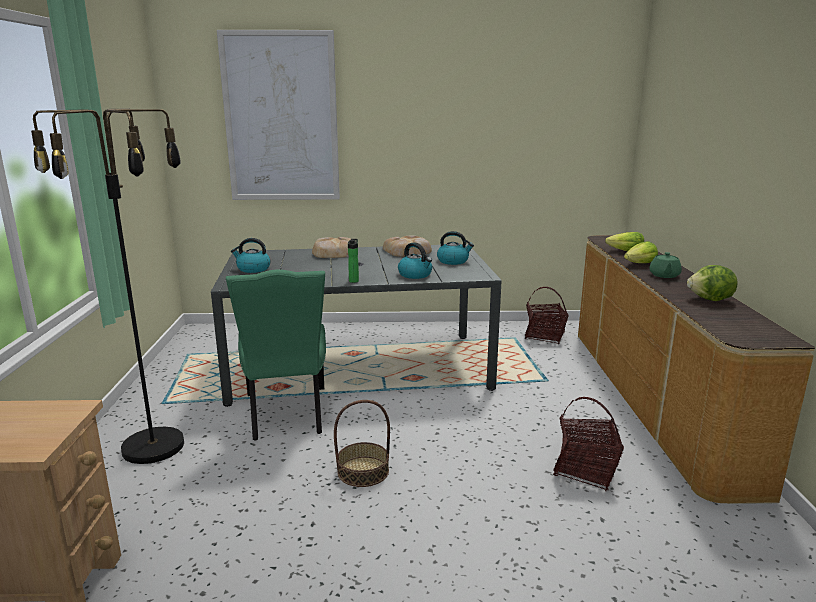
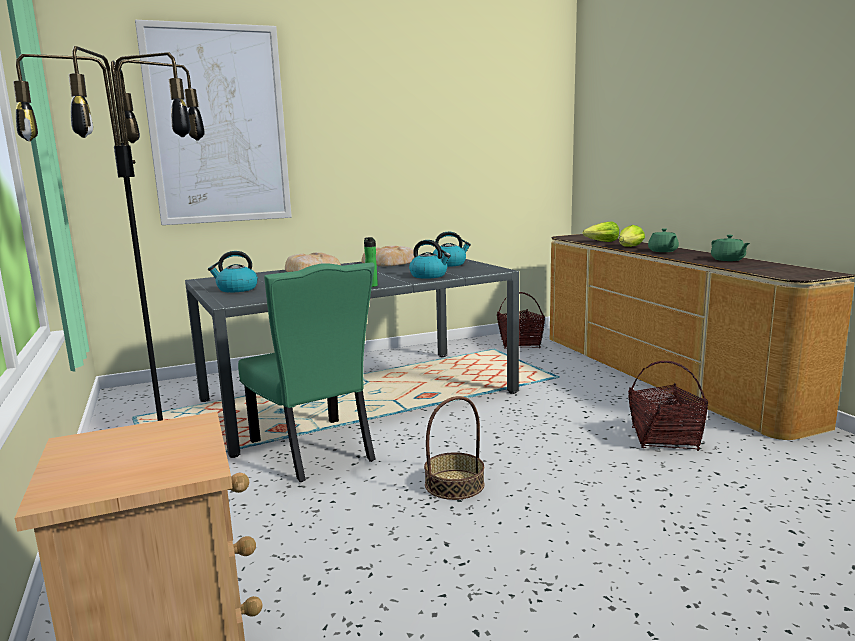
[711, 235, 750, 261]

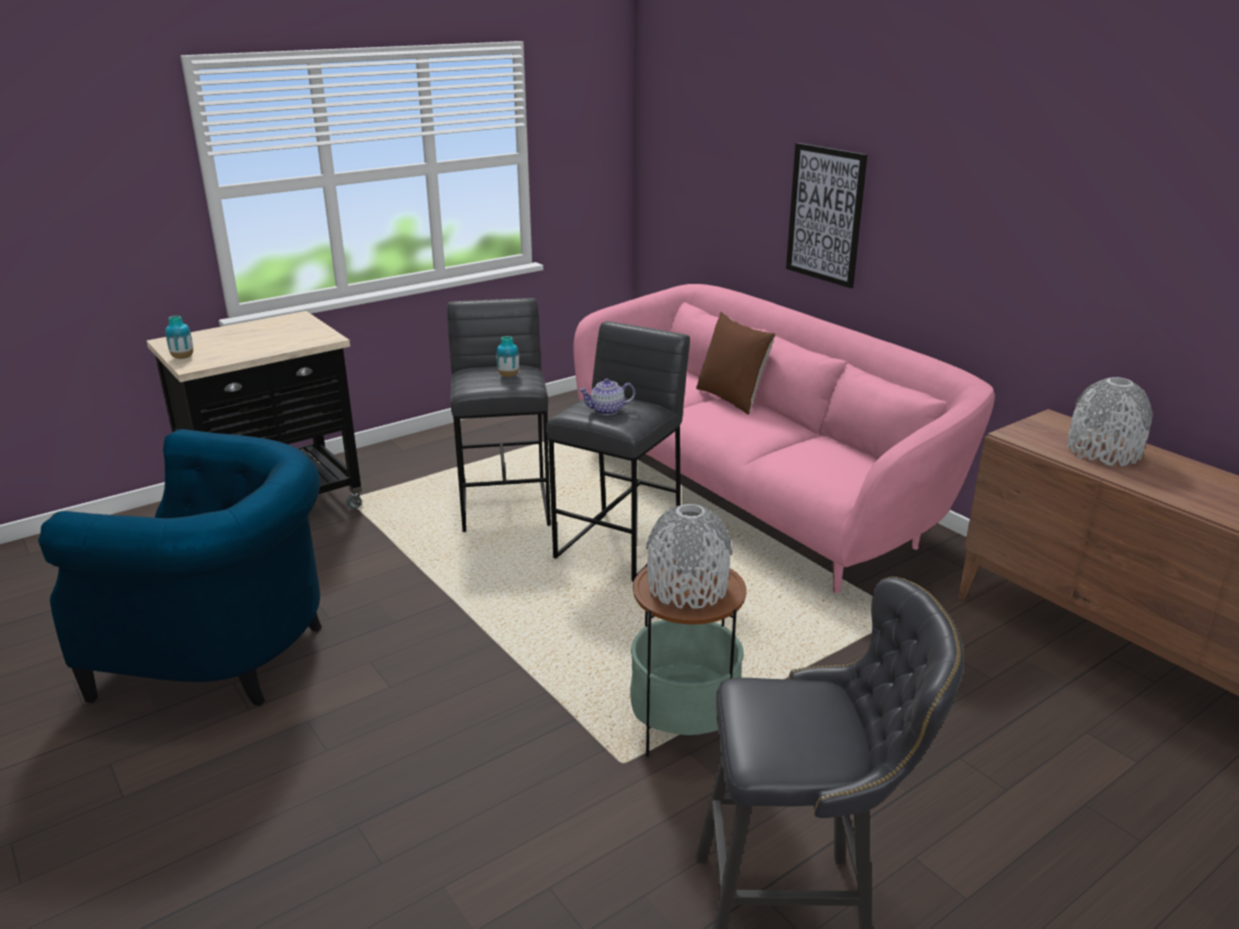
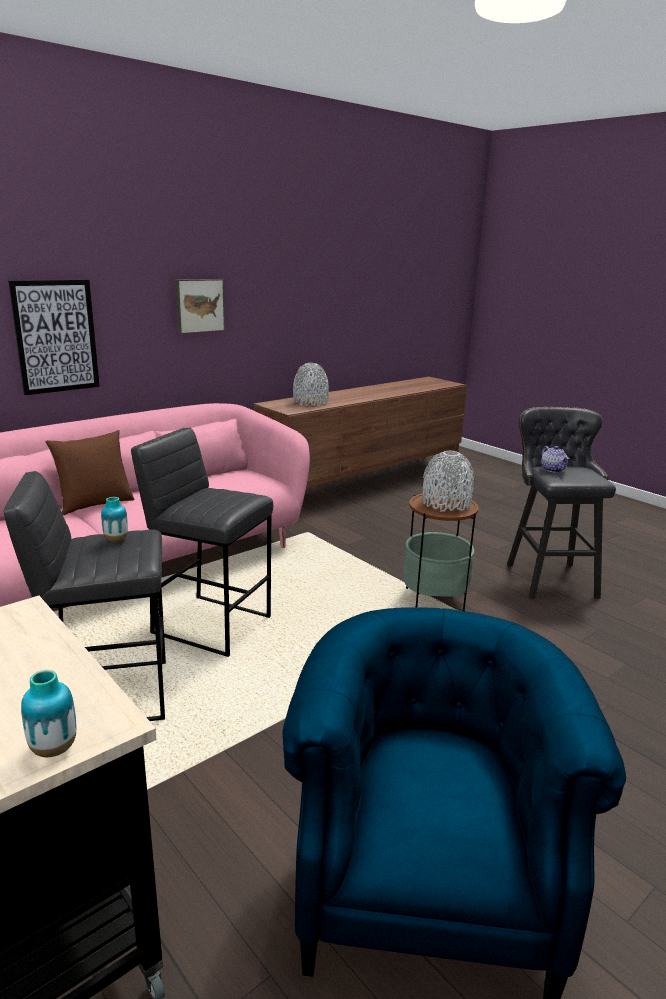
[541, 446, 569, 472]
[175, 279, 225, 334]

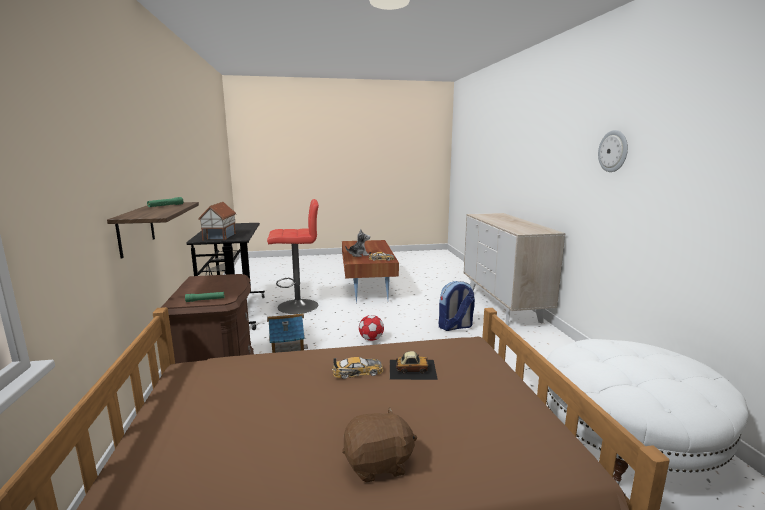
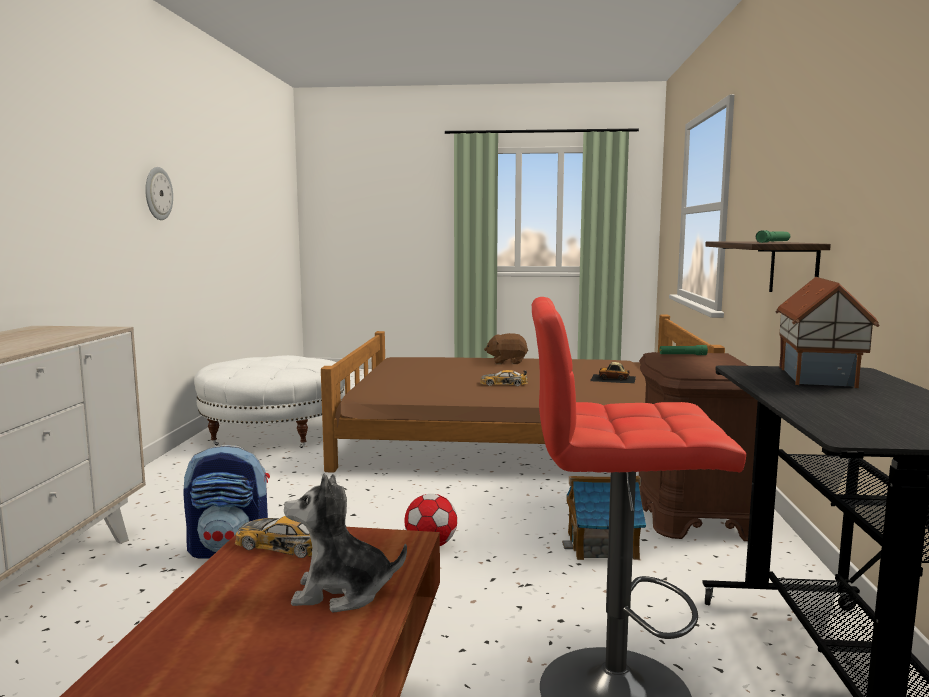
[590, 362, 636, 384]
[145, 167, 173, 220]

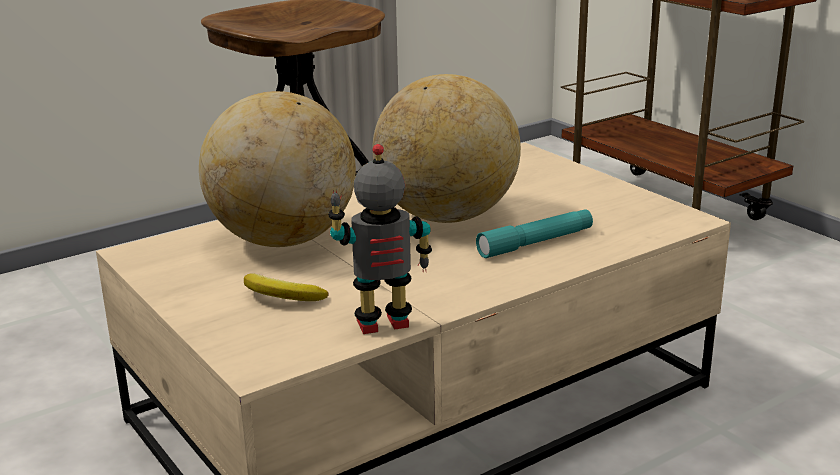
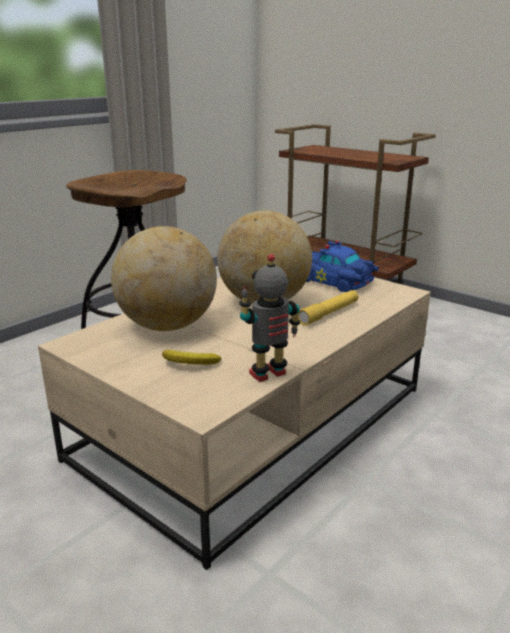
[298, 290, 359, 326]
[306, 240, 379, 292]

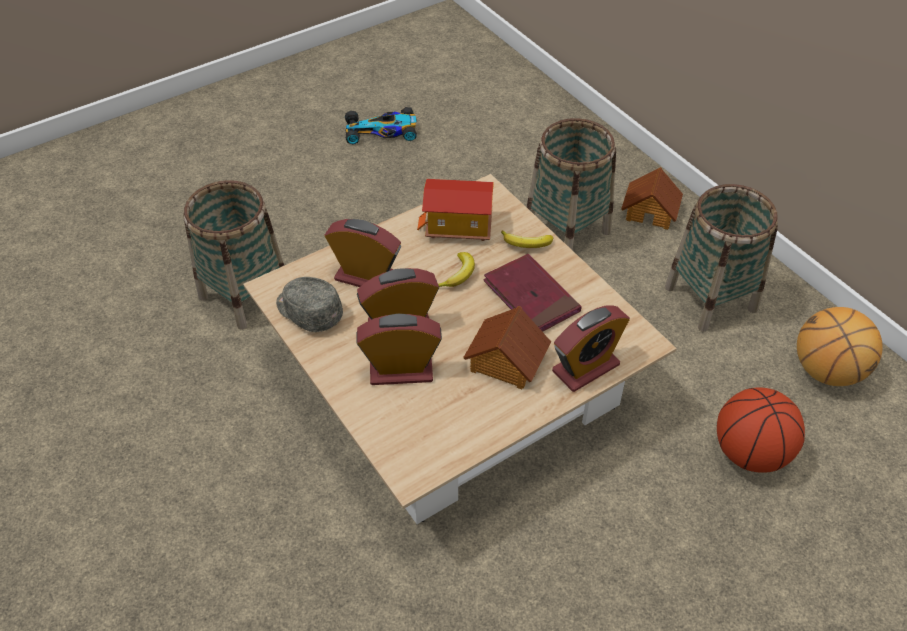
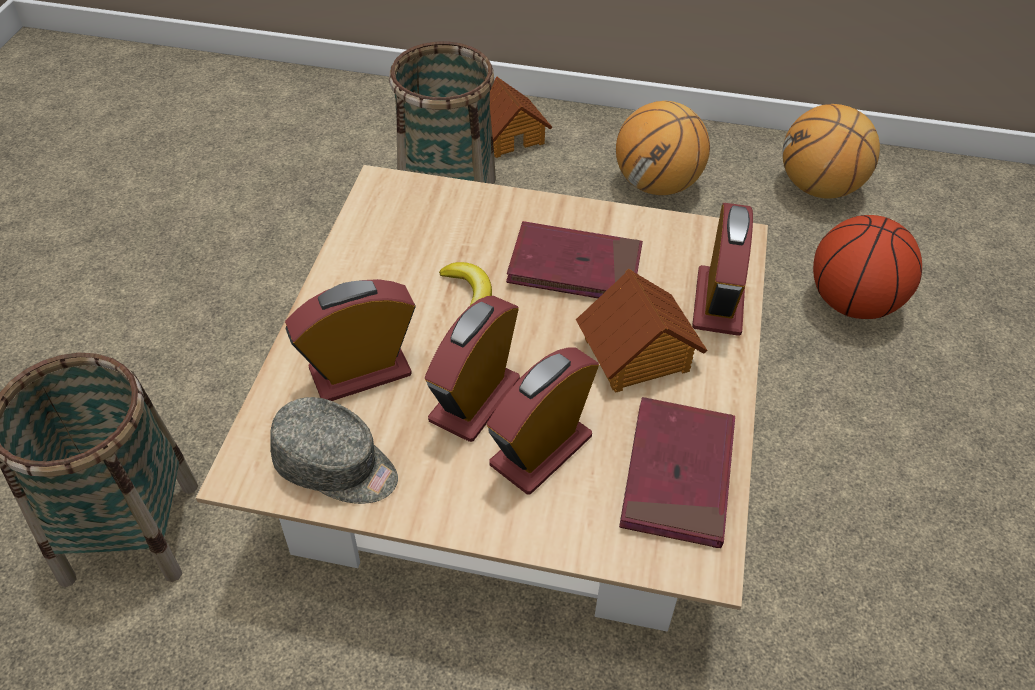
[270, 397, 398, 504]
[345, 107, 417, 144] (first image)
[417, 179, 494, 241] (first image)
[501, 230, 553, 248] (first image)
[616, 101, 710, 195]
[619, 397, 735, 548]

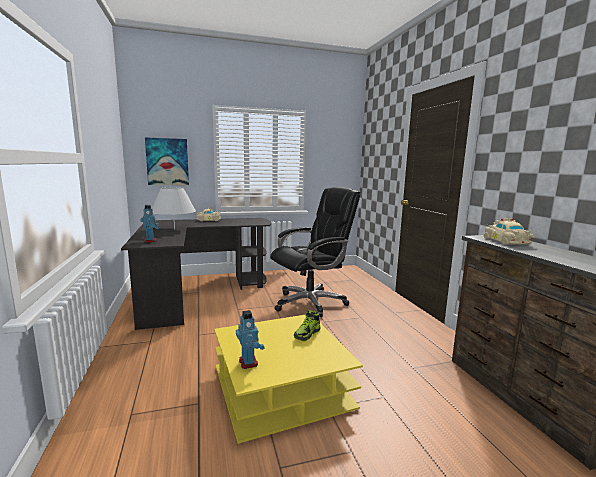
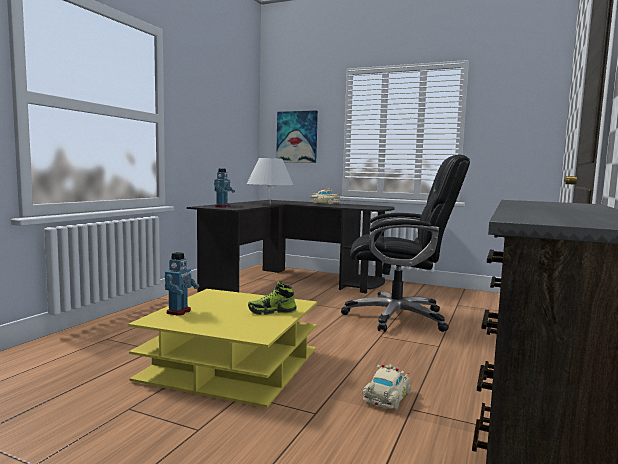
[362, 364, 411, 409]

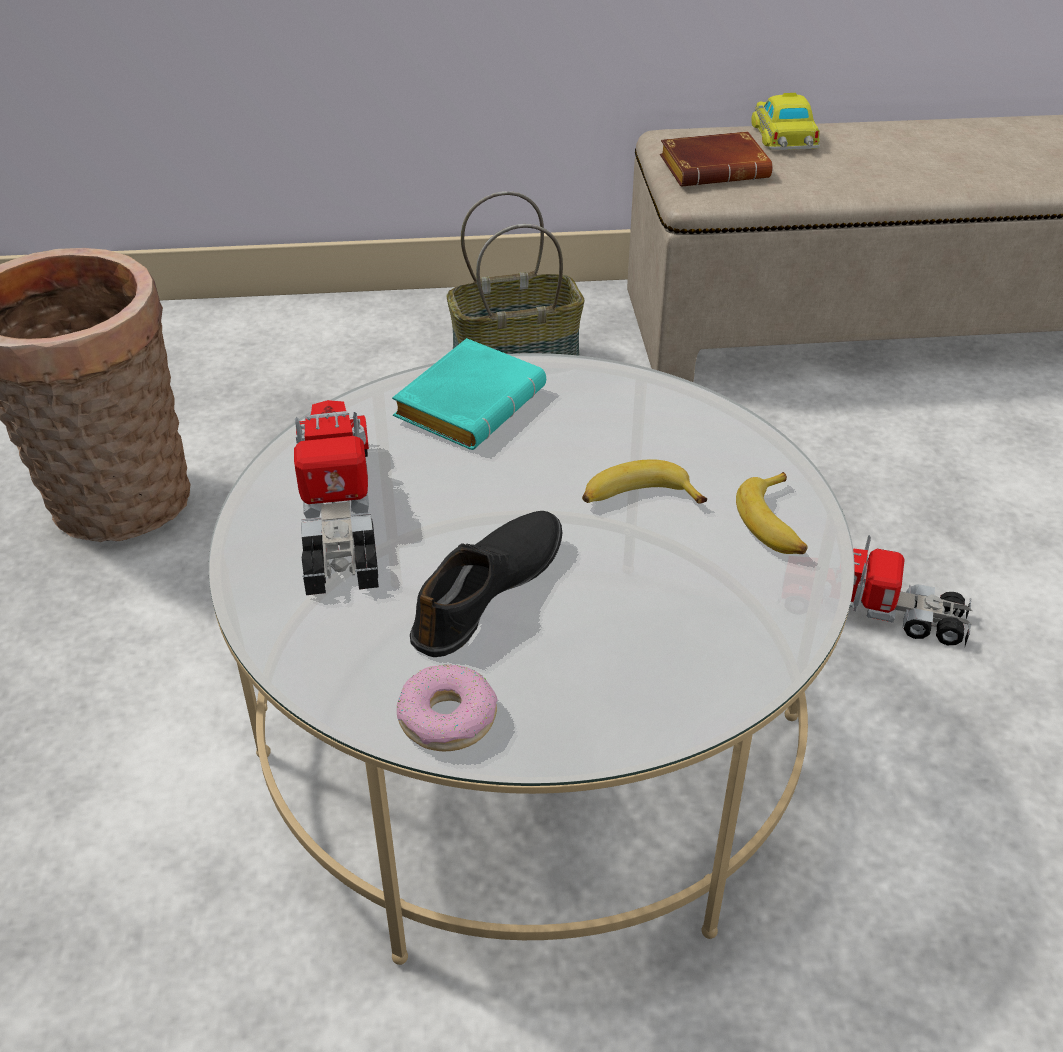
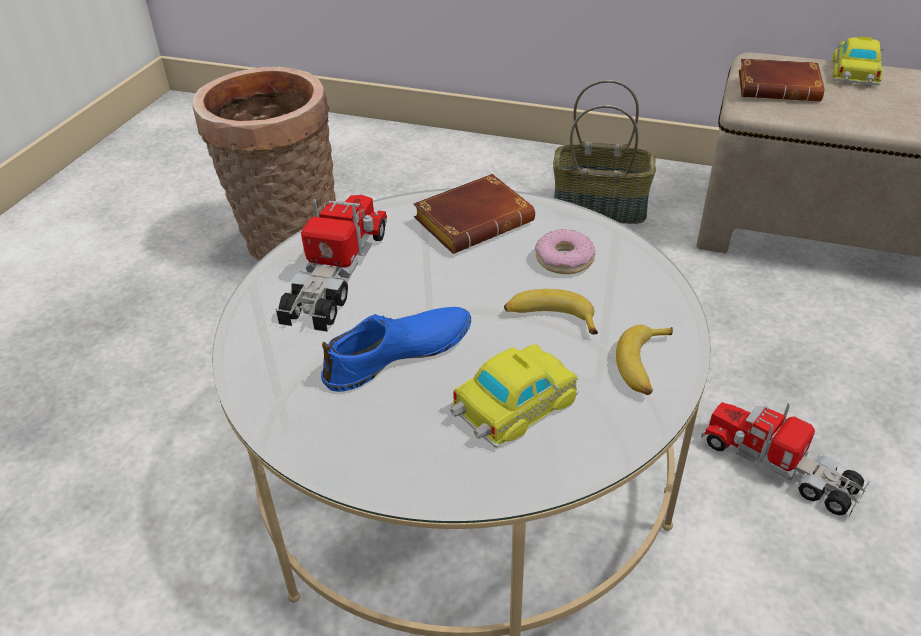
[413, 174, 535, 254]
[535, 229, 595, 274]
[321, 307, 471, 392]
[450, 344, 579, 448]

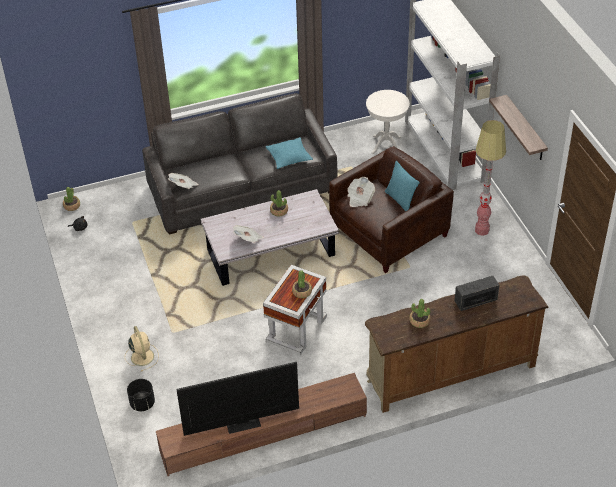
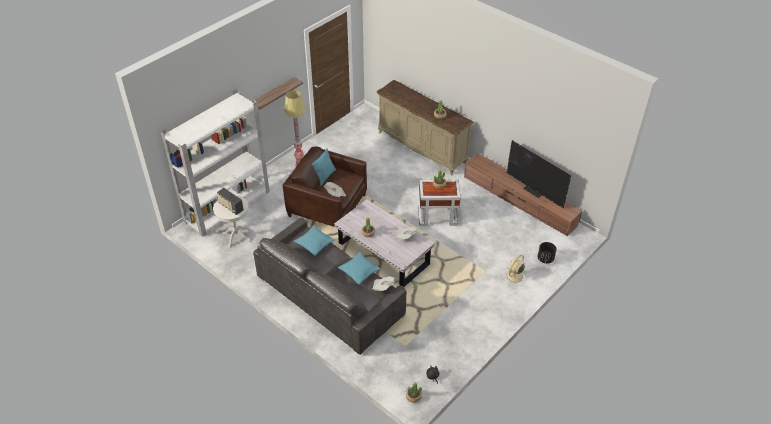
[217, 188, 244, 215]
[338, 252, 381, 285]

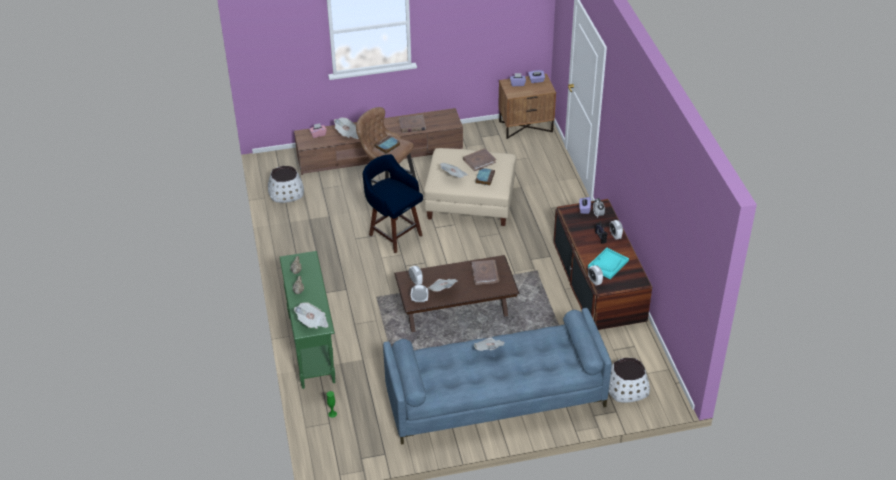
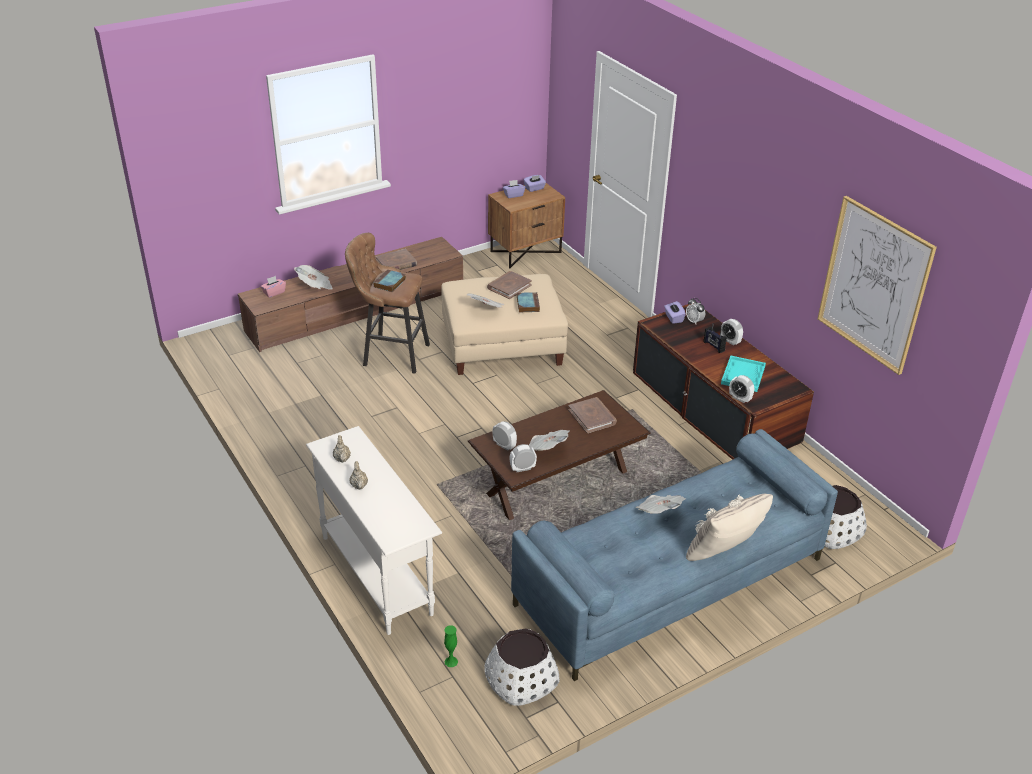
[484, 628, 560, 706]
[306, 426, 442, 635]
[294, 302, 329, 329] (first image)
[363, 154, 423, 254] (first image)
[686, 494, 773, 561]
[818, 196, 937, 375]

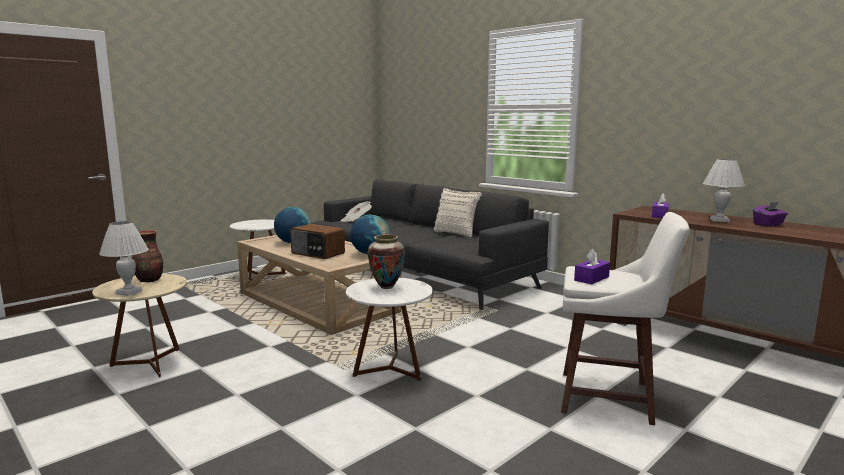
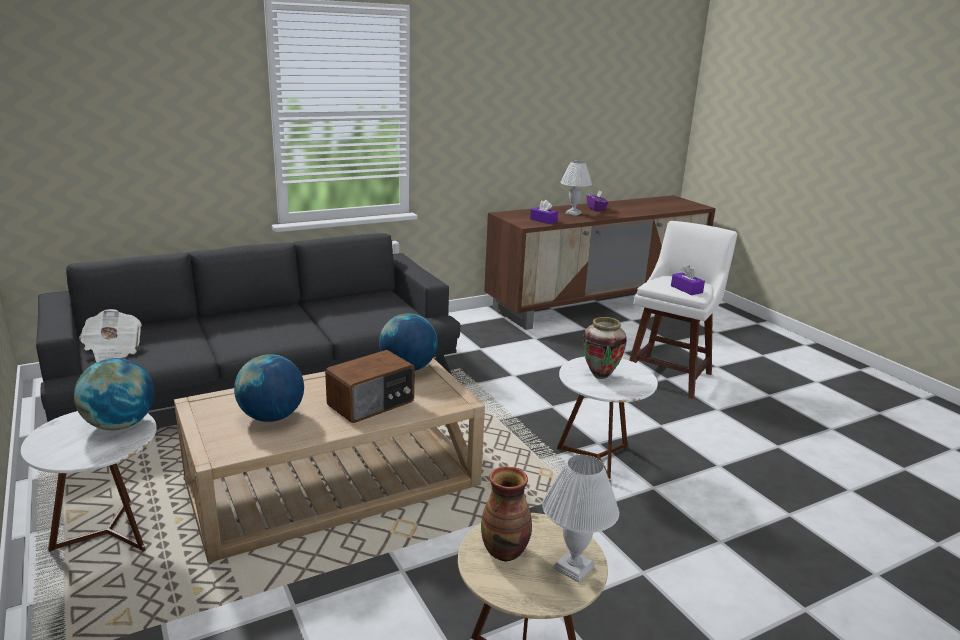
[434, 188, 482, 238] (first image)
[74, 358, 154, 430]

